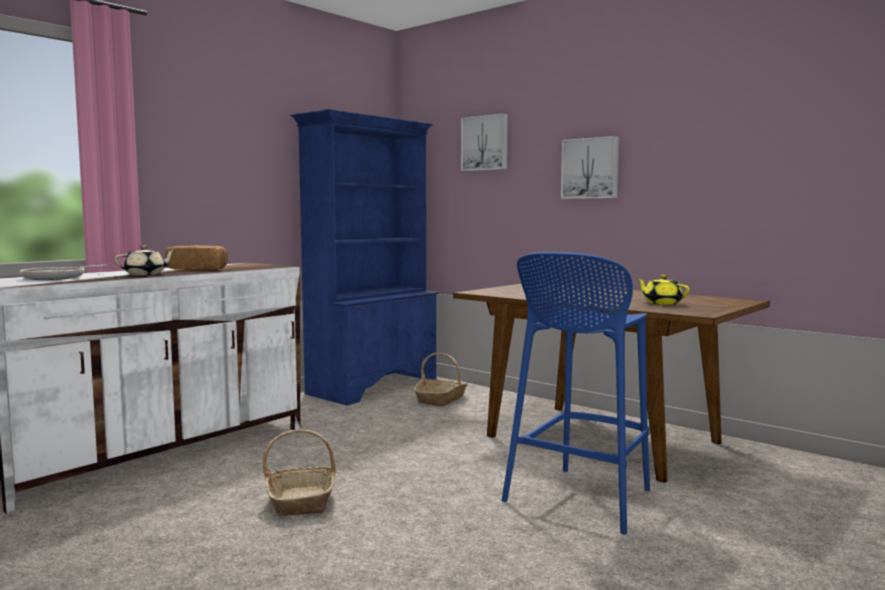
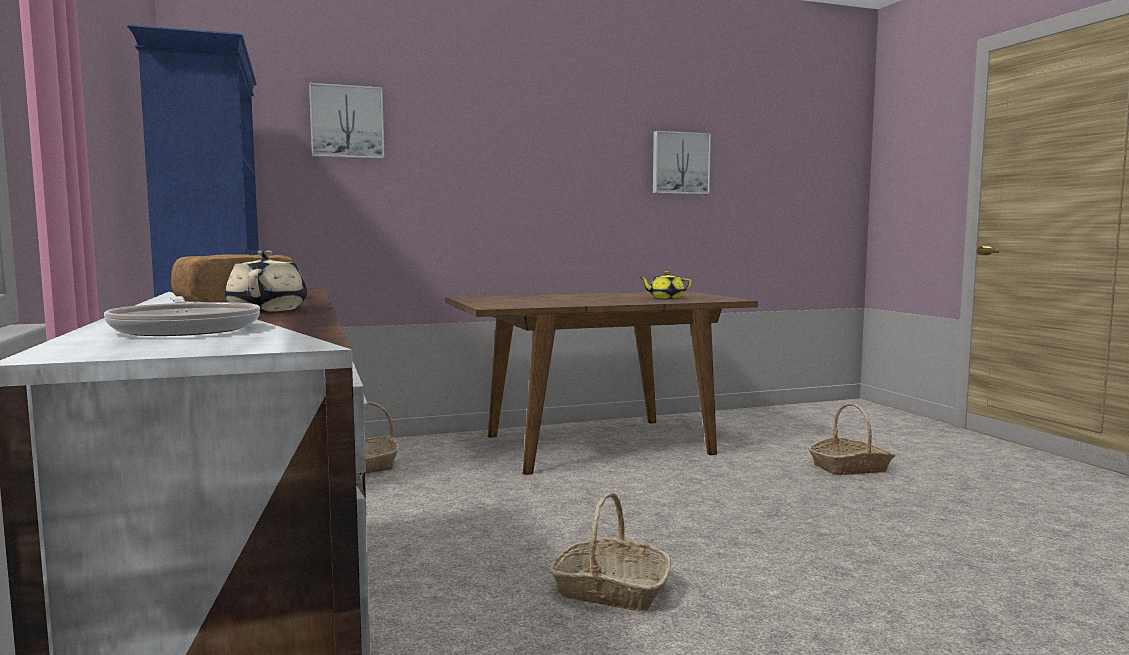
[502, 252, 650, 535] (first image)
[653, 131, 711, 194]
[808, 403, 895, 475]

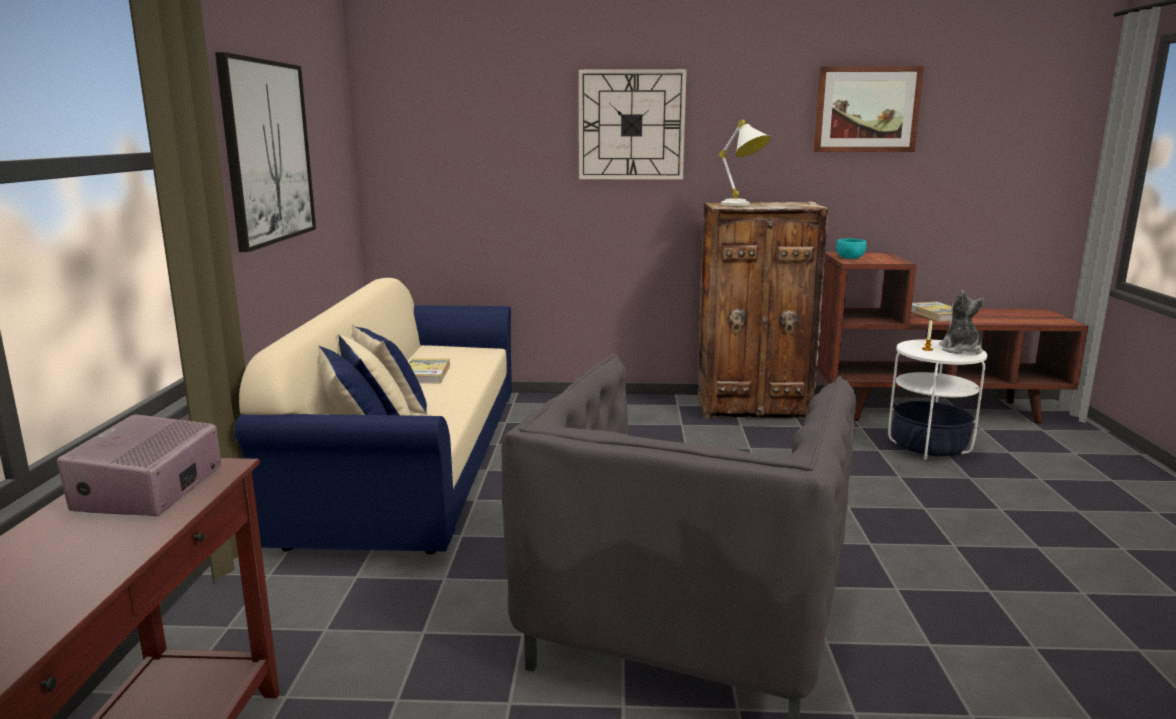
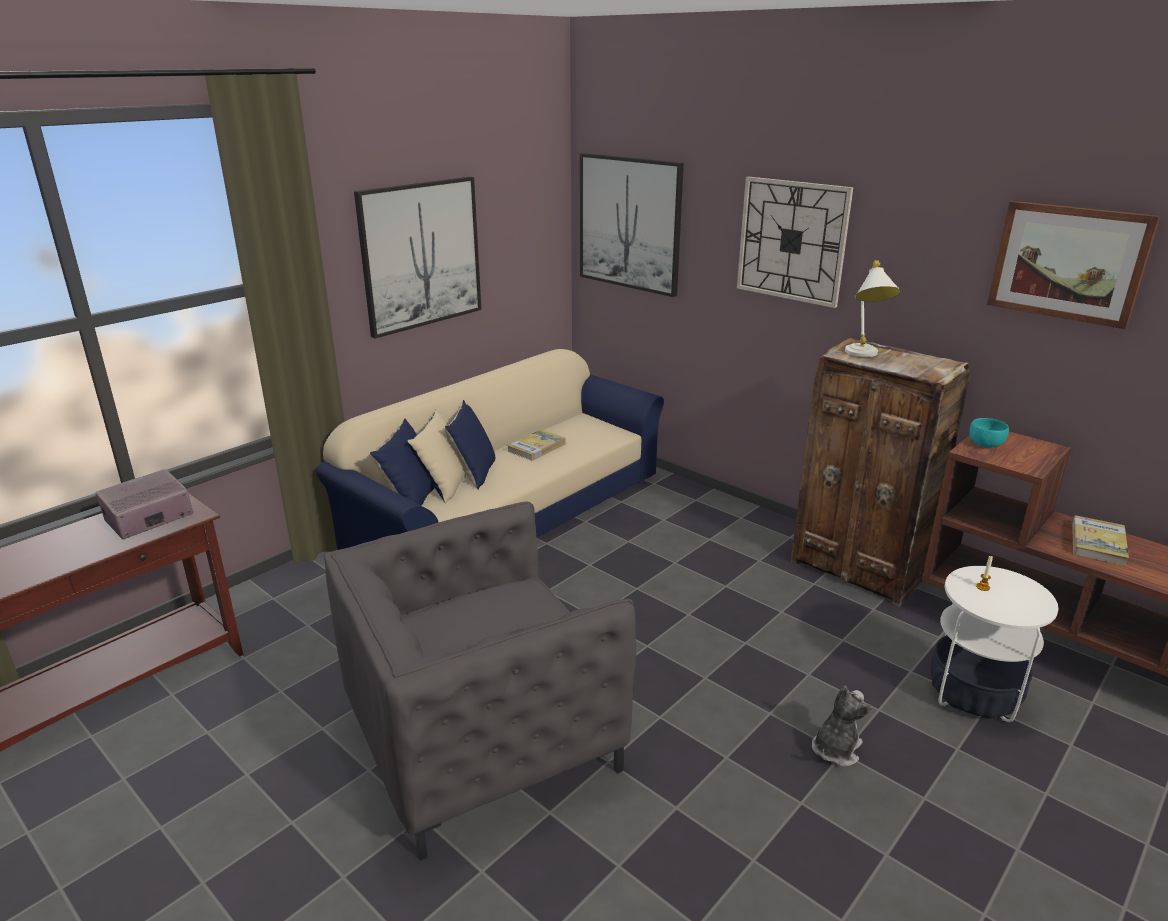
[812, 686, 872, 767]
[580, 153, 684, 297]

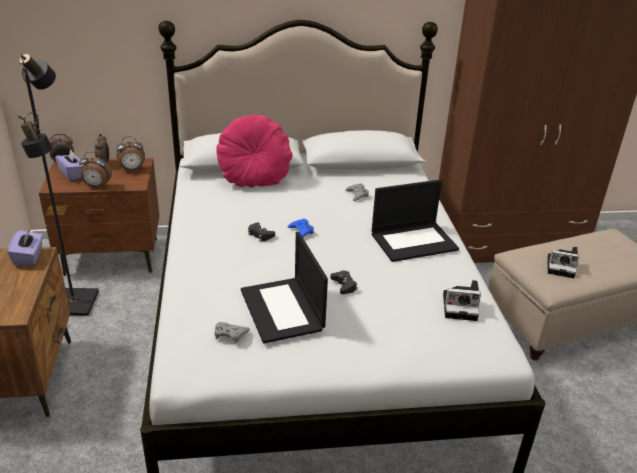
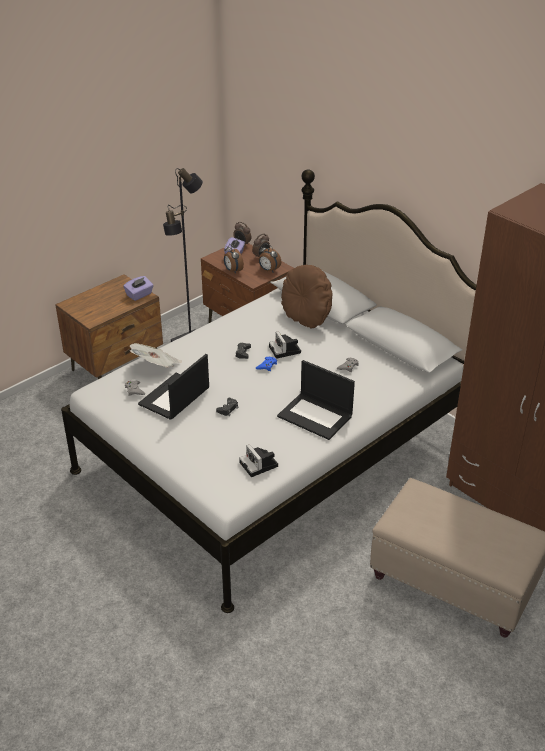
[281, 265, 332, 329]
[269, 331, 301, 359]
[129, 343, 182, 367]

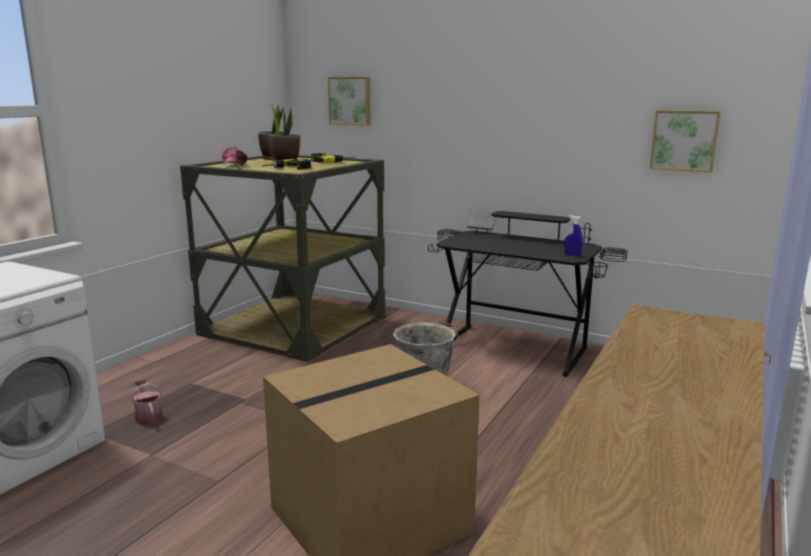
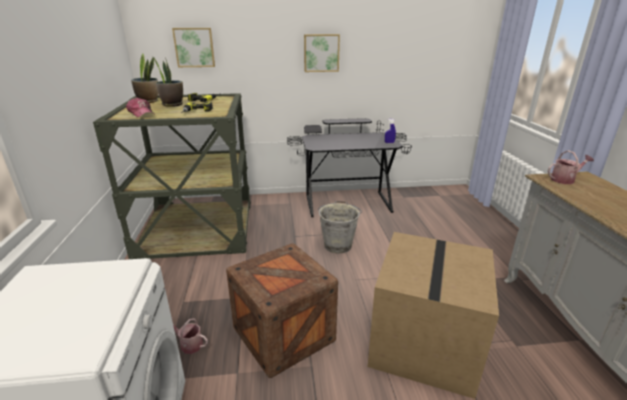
[304, 34, 340, 72]
[226, 243, 338, 378]
[548, 150, 594, 184]

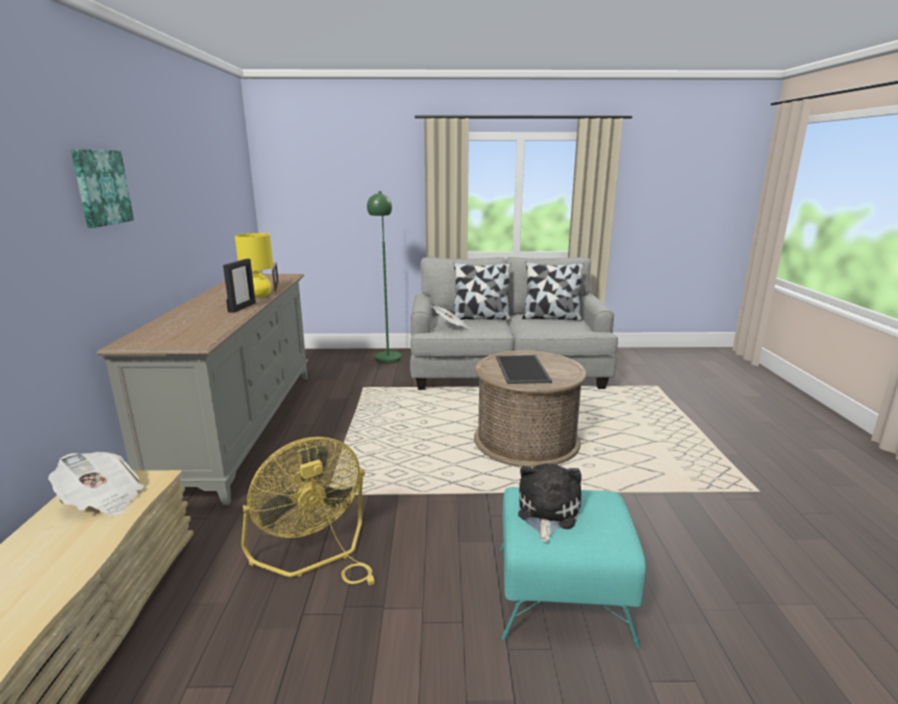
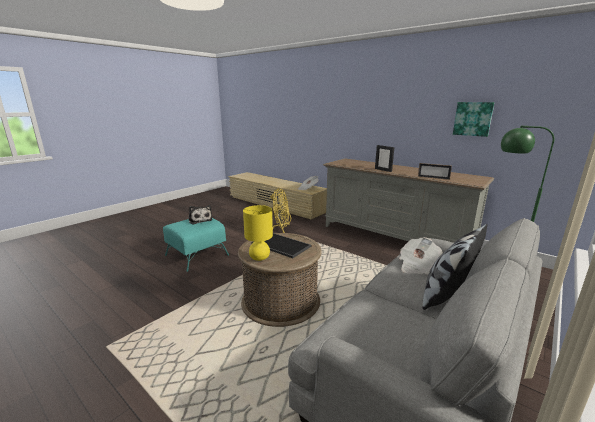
[453, 102, 494, 137]
[243, 205, 273, 261]
[522, 261, 584, 321] (first image)

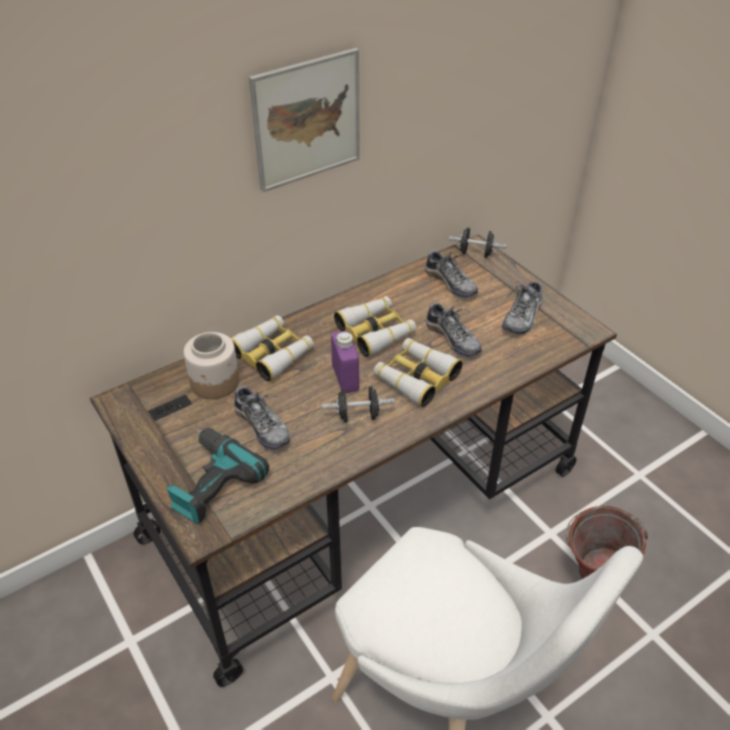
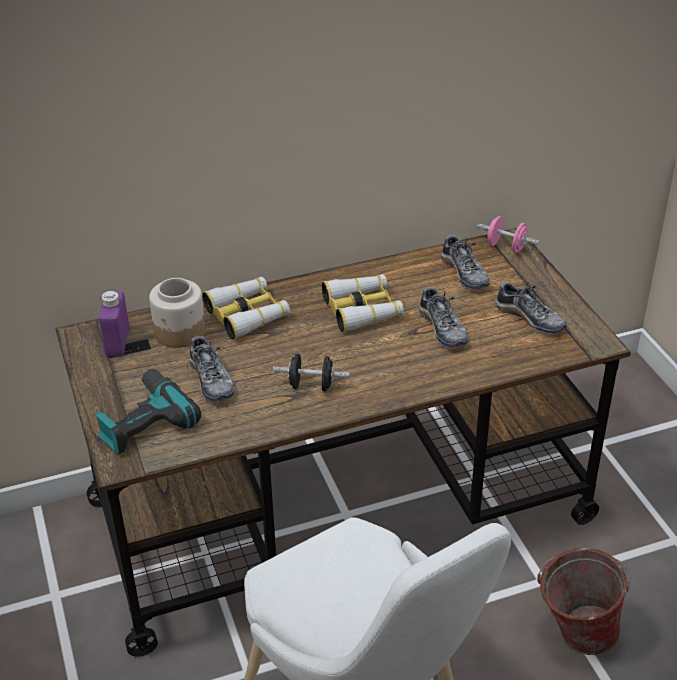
[249, 48, 360, 192] (first image)
[99, 291, 130, 357]
[373, 338, 462, 407] (first image)
[477, 216, 540, 253]
[495, 280, 567, 335]

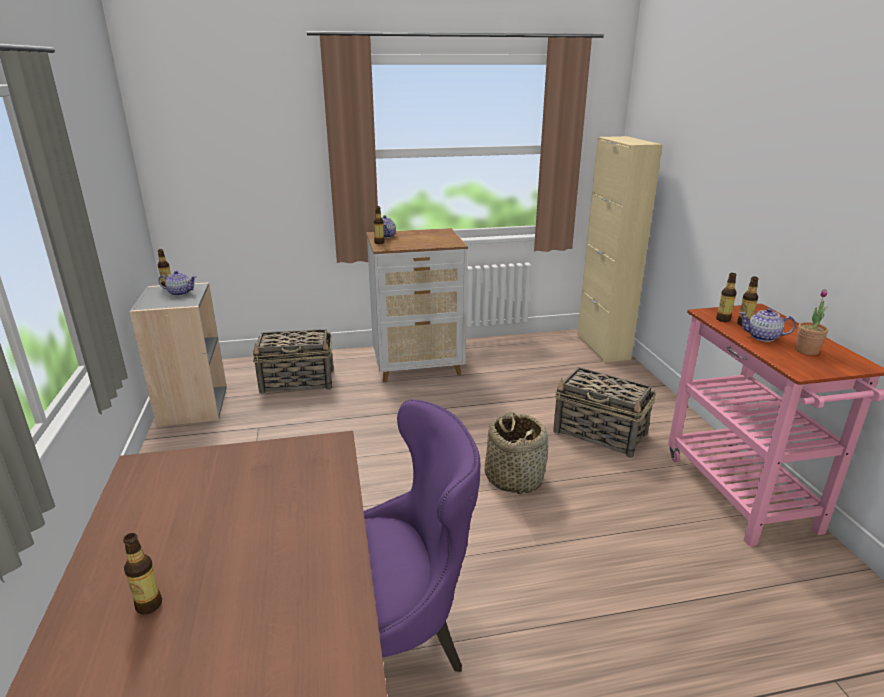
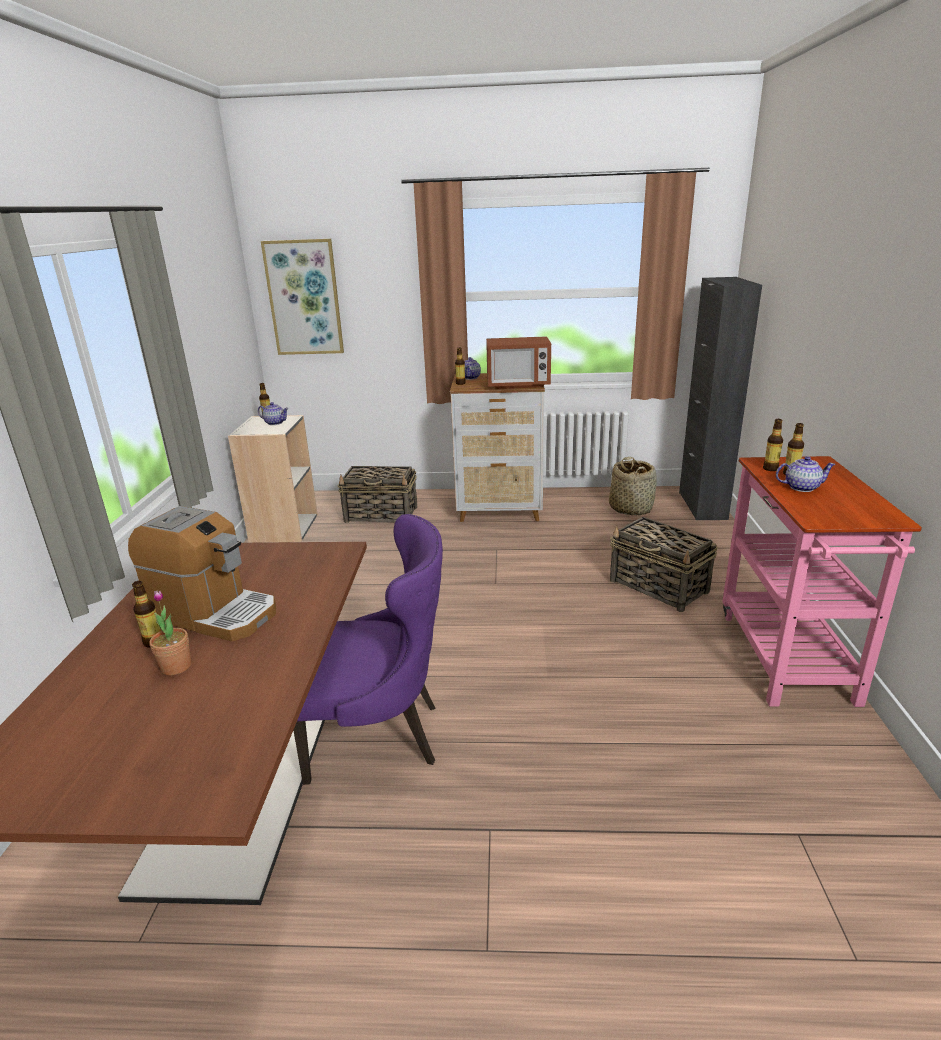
[609, 457, 657, 515]
[679, 277, 762, 520]
[776, 456, 836, 492]
[149, 590, 191, 676]
[128, 506, 276, 642]
[261, 239, 344, 355]
[486, 336, 551, 389]

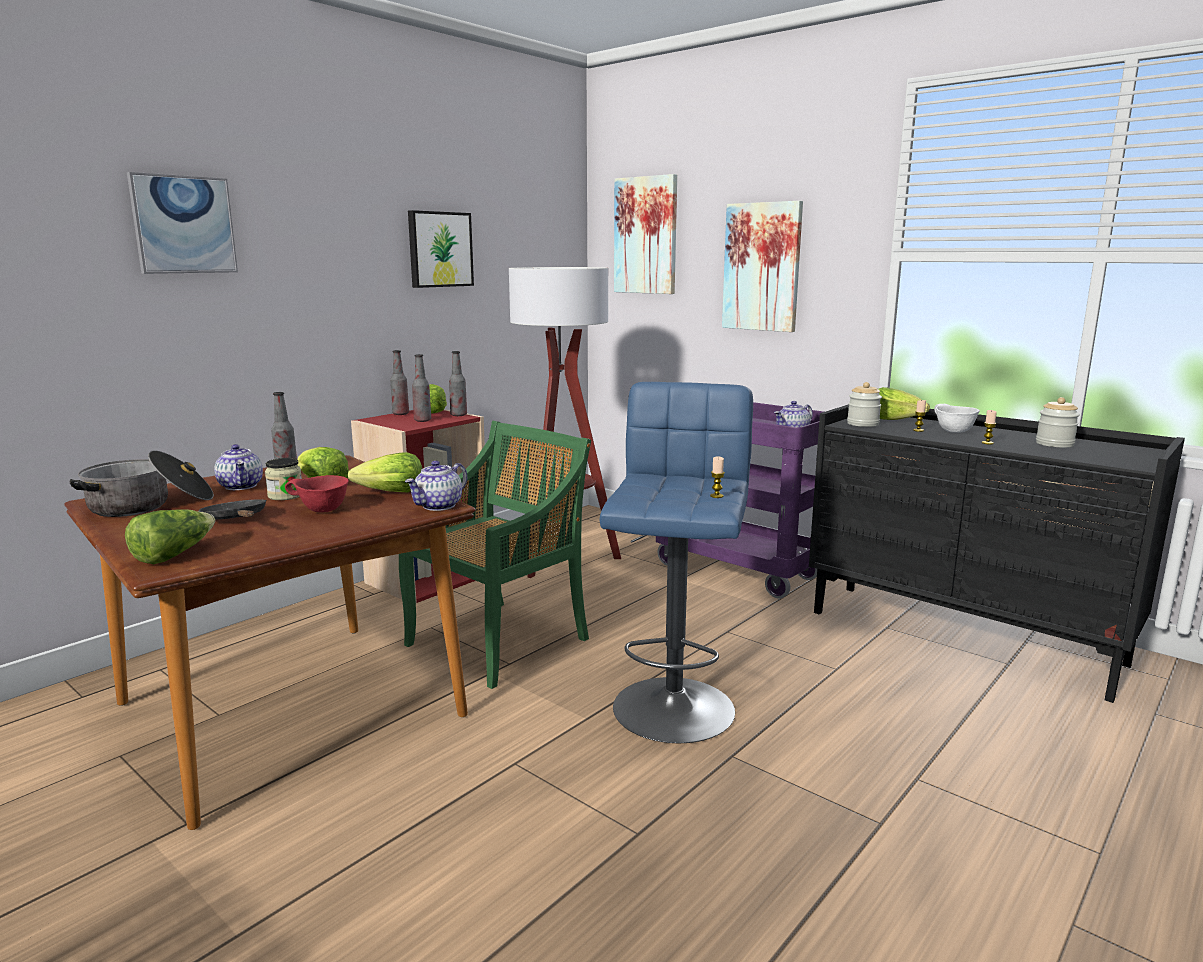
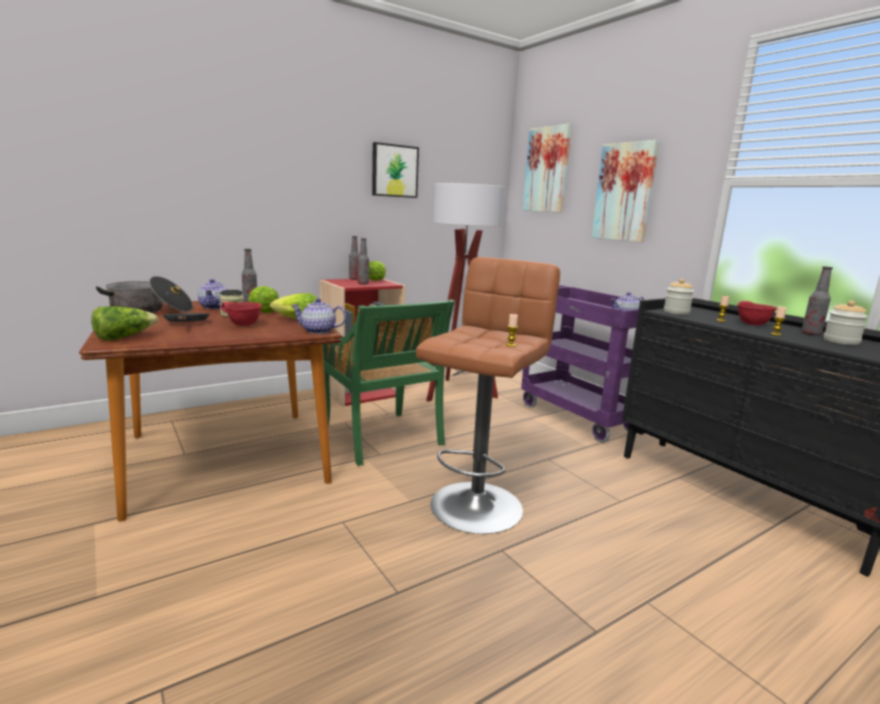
[127, 172, 238, 274] (first image)
[323, 300, 455, 466]
[291, 298, 346, 334]
[801, 267, 833, 335]
[416, 257, 560, 534]
[878, 387, 930, 420] (first image)
[738, 301, 777, 325]

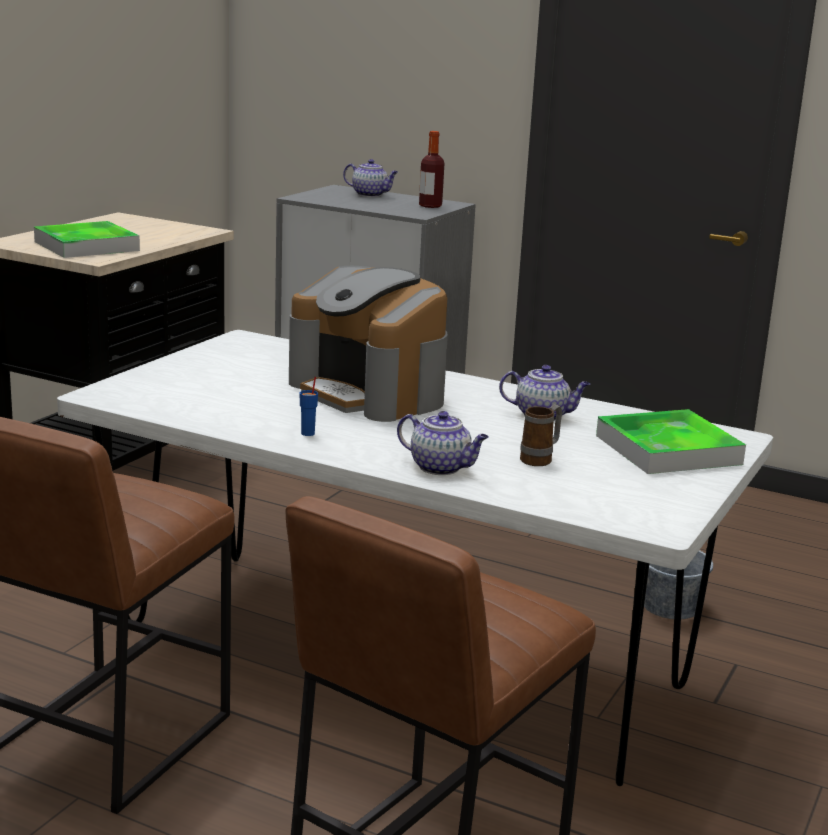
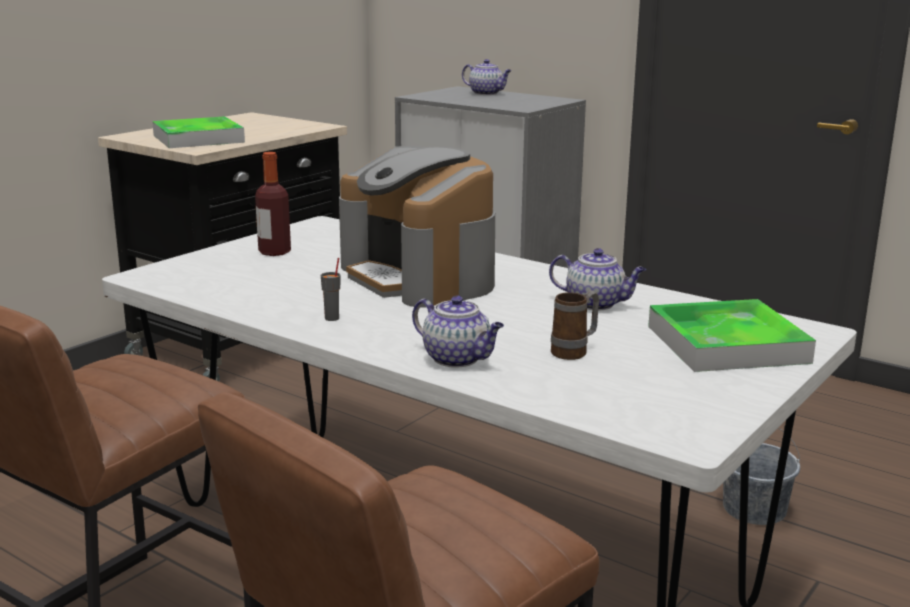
[321, 258, 341, 321]
[255, 152, 291, 256]

